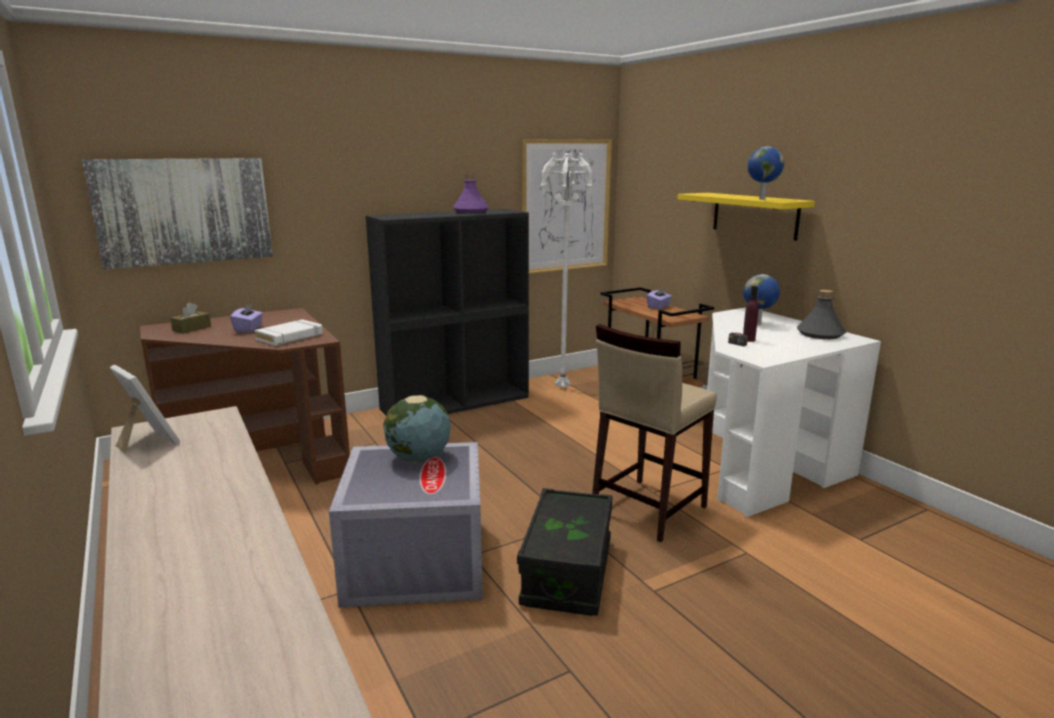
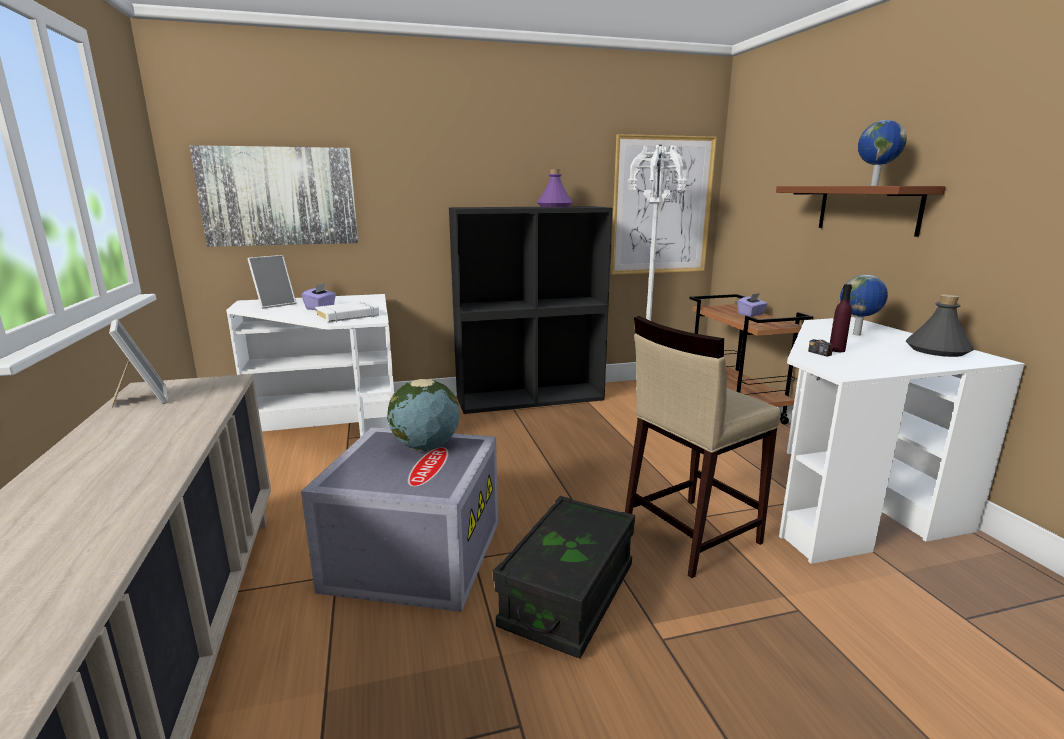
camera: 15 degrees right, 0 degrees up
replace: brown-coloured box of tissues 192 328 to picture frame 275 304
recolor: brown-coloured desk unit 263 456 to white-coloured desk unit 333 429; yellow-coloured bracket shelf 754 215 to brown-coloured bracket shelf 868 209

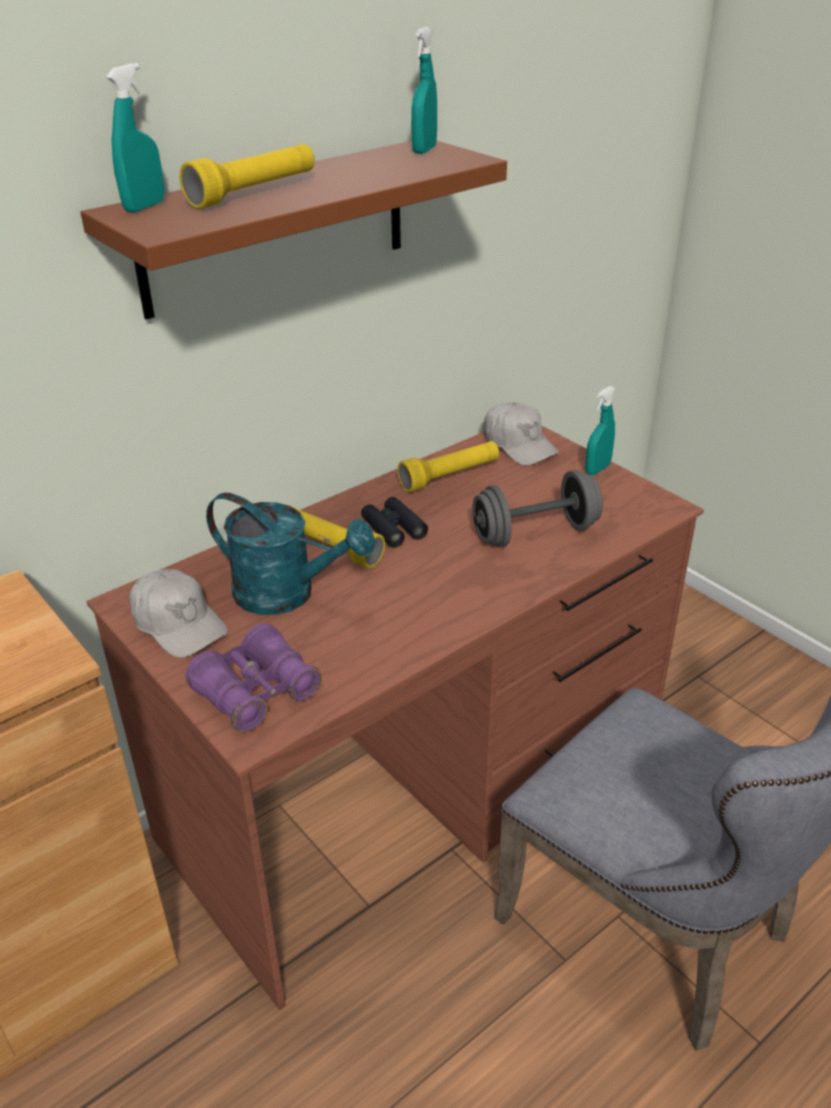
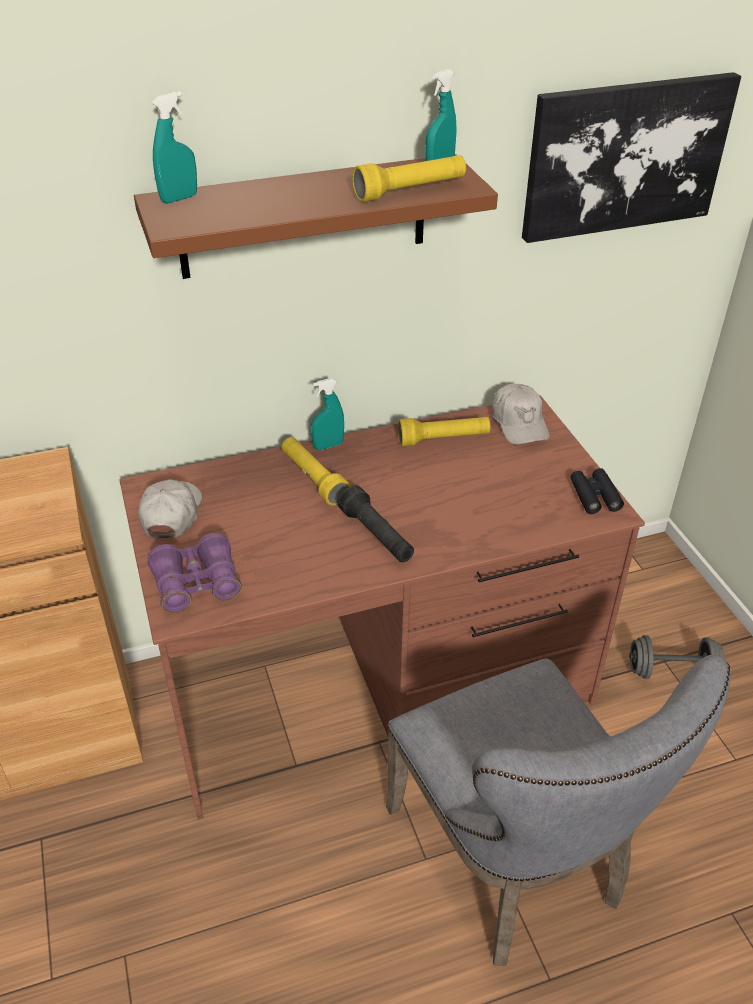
camera: 20 degrees right, 5 degrees up
delete: turquoise watering can 288 594
insert: black-coloured torch 377 536; wall picture 625 156
move: yellow-coloured torch 254 193 to 410 191; black-coloured field glasses 393 528 to 594 496; grey hand weight 535 533 to 671 671; turquoise spray bottle 597 469 to 328 446
rotate: white-coloured peaked cap 178 624 = 171 514 150 degrees counterclockwise

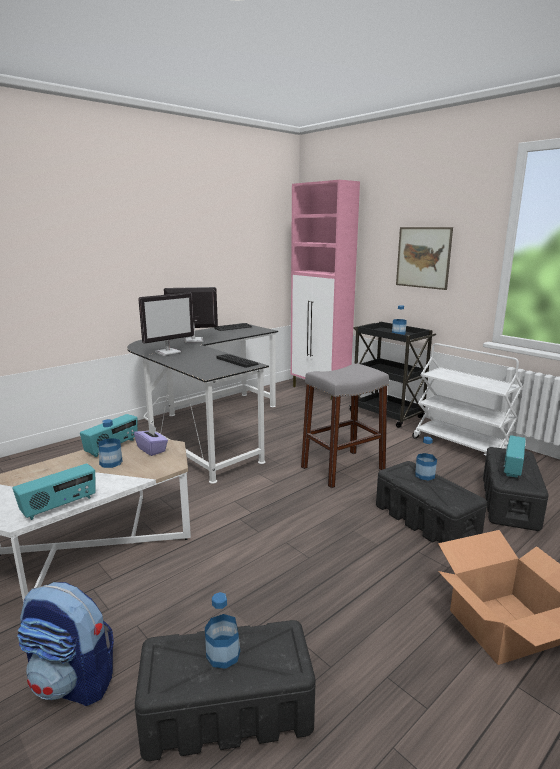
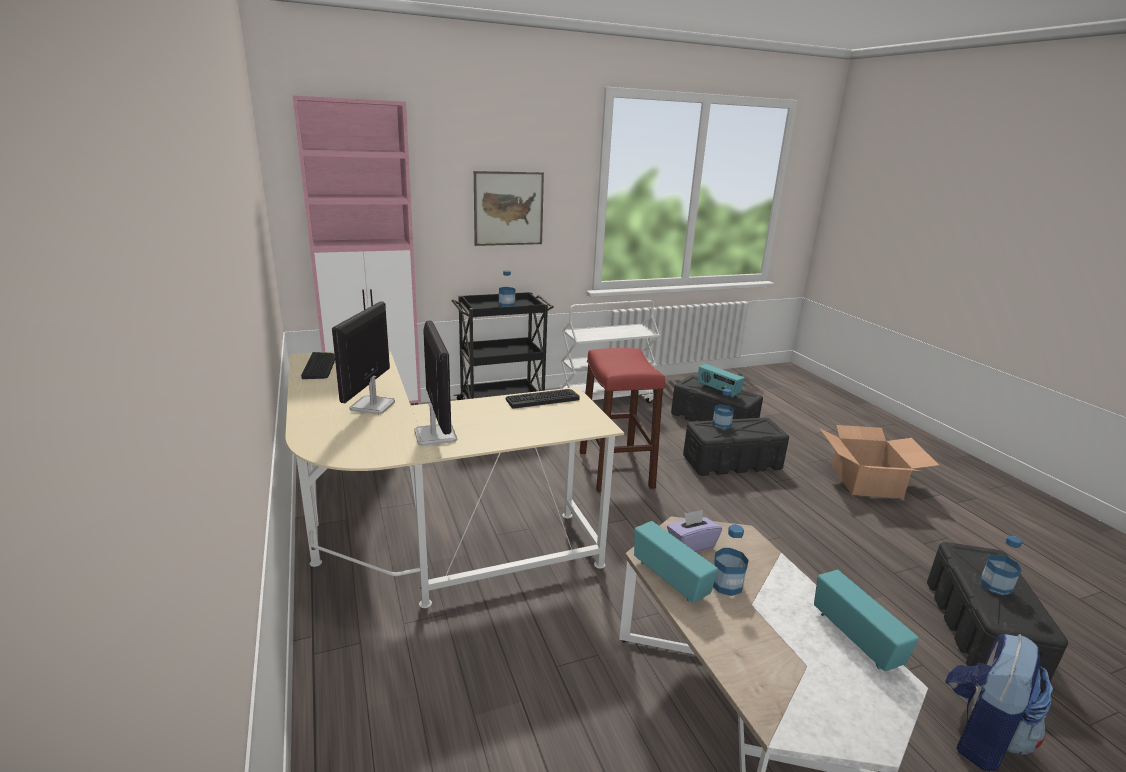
camera: 70 degrees left, 5 degrees up
recolor: black-coloured desk unit 207 429 to beige desk unit 419 536; grey stool seat 342 468 to reddish stool seat 615 469

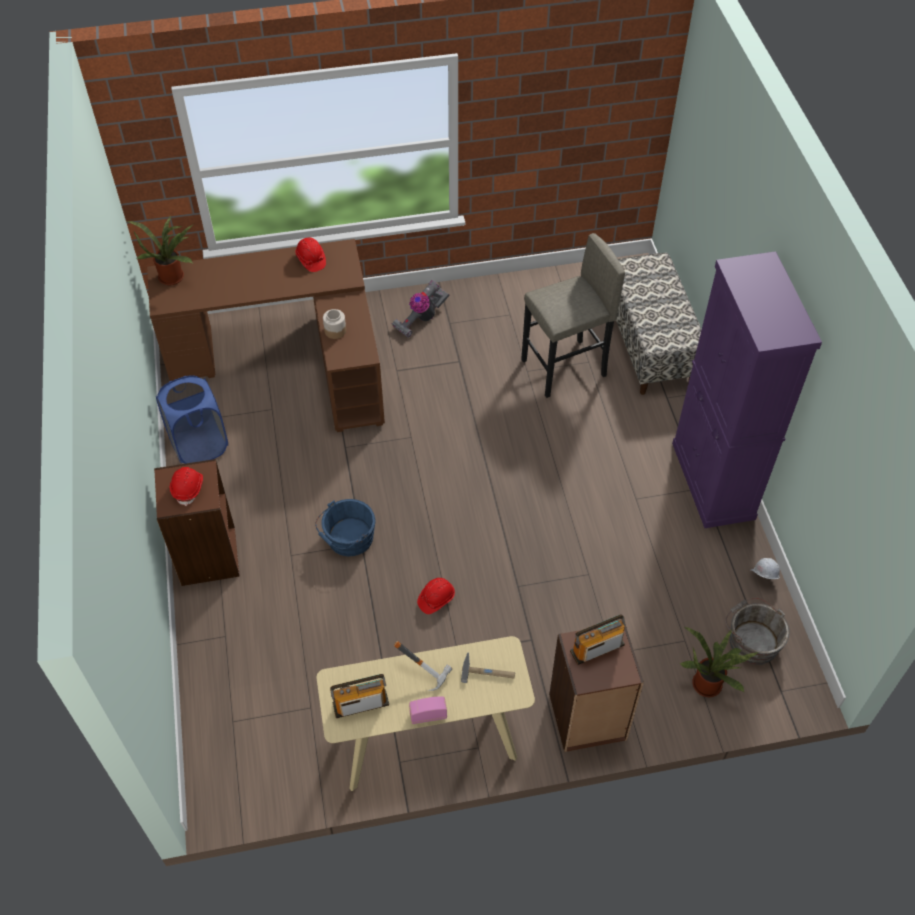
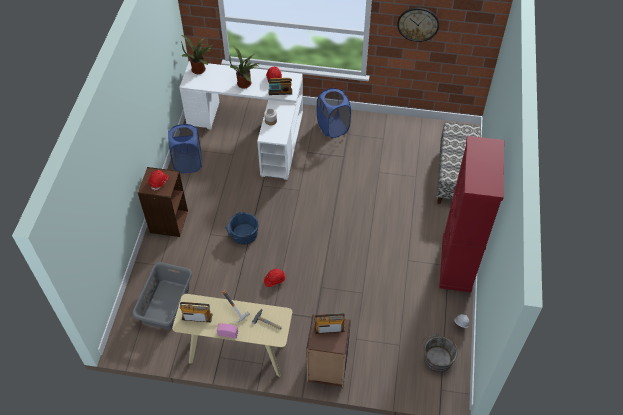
camera: 20 degrees right, 0 degrees up
delete: grey stool seat 564 368
insert: grey laundry basket 165 304; radio set 280 92; hanging clock 418 24
move: plant in a pot 708 682 to 245 83
replace: hoover 421 319 to blue laundry basket 333 127
recolor: brown-coloured desk unit 291 359 to white-coloured desk unit 254 130; purple-coloured storage cabinet 713 481 to reddish storage cabinet 456 263

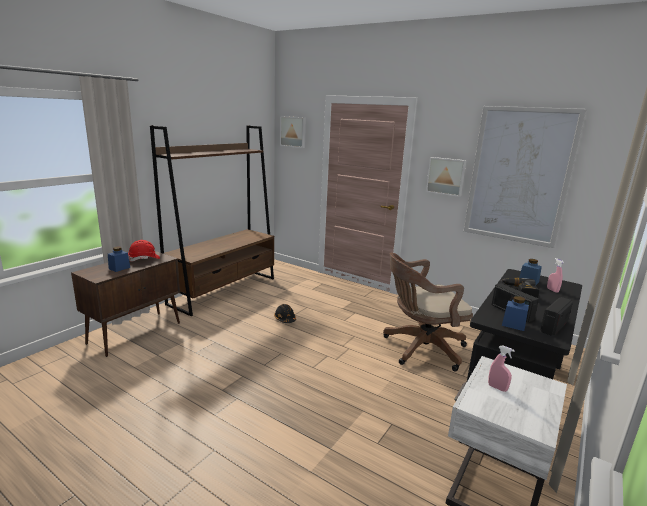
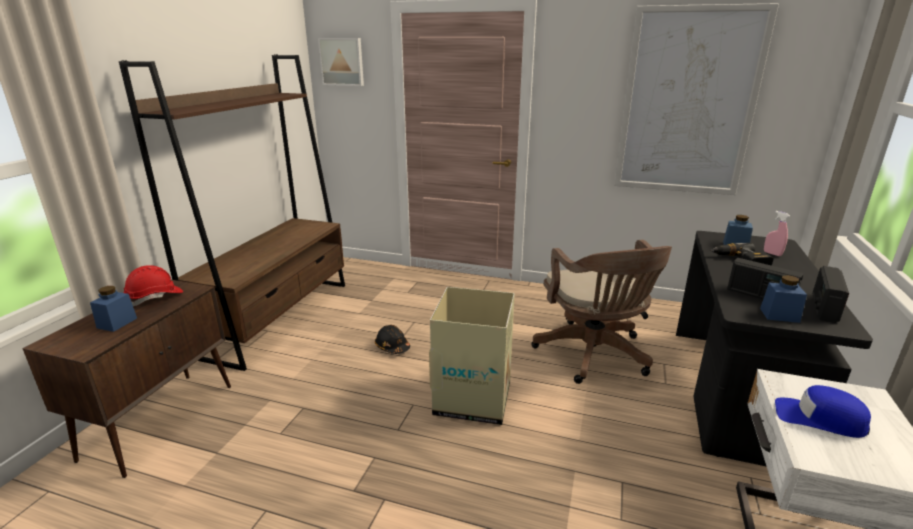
camera: 15 degrees left, 5 degrees up
delete: wall picture 446 176
insert: packing box 473 398
replace: pink-coloured spray bottle 497 388 to blue peaked cap 819 418
rotate: brown-coloured computer chair 420 349 = 594 355 75 degrees counterclockwise

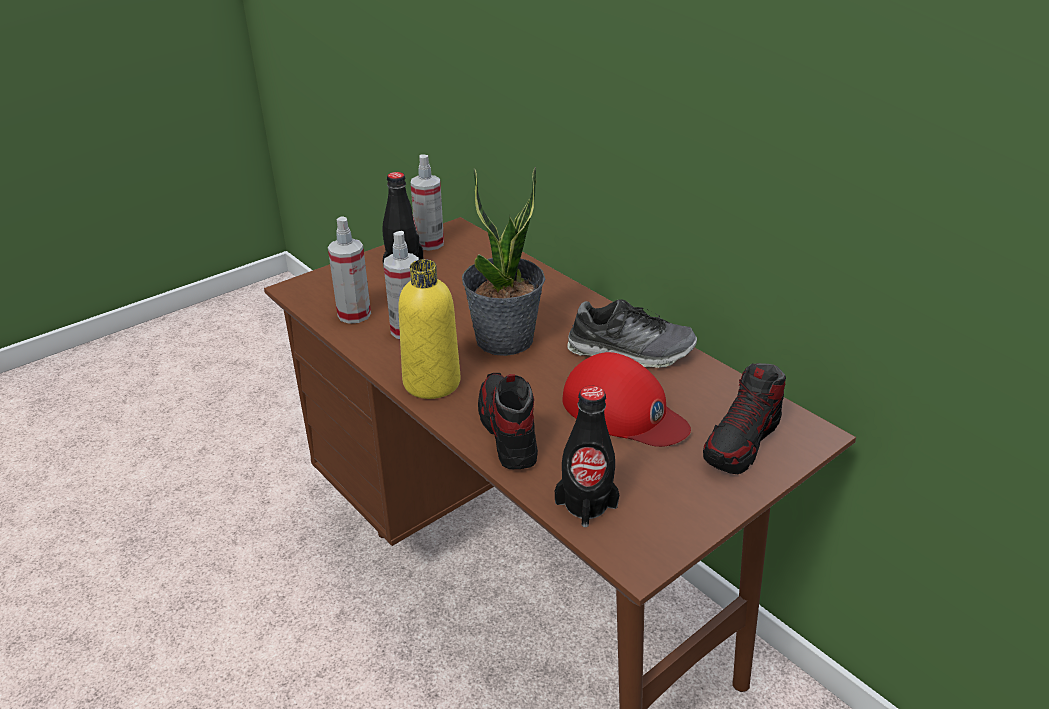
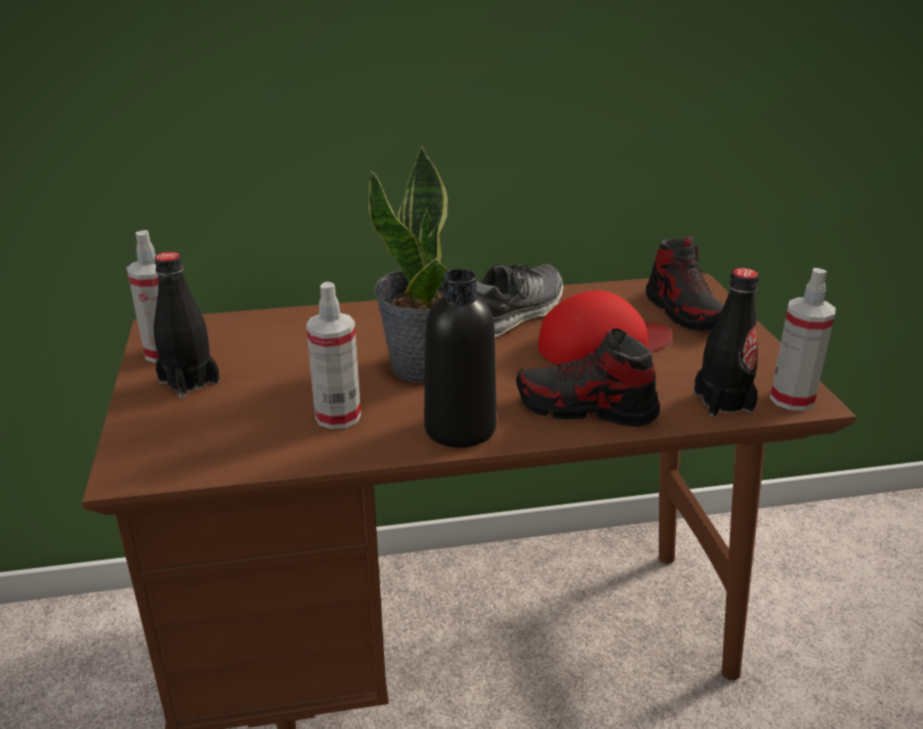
camera: 60 degrees left, 5 degrees down
move: spray bottle 354 314 to 792 399
recolor: yellow-coloured bottle 431 382 to black-coloured bottle 460 428

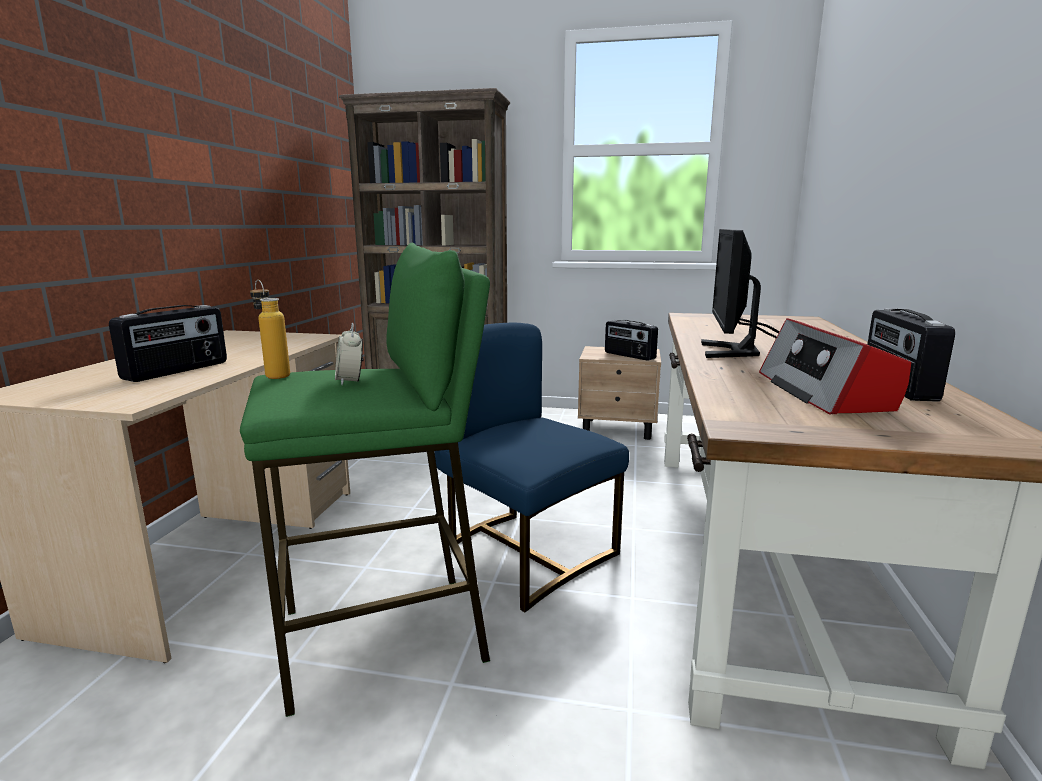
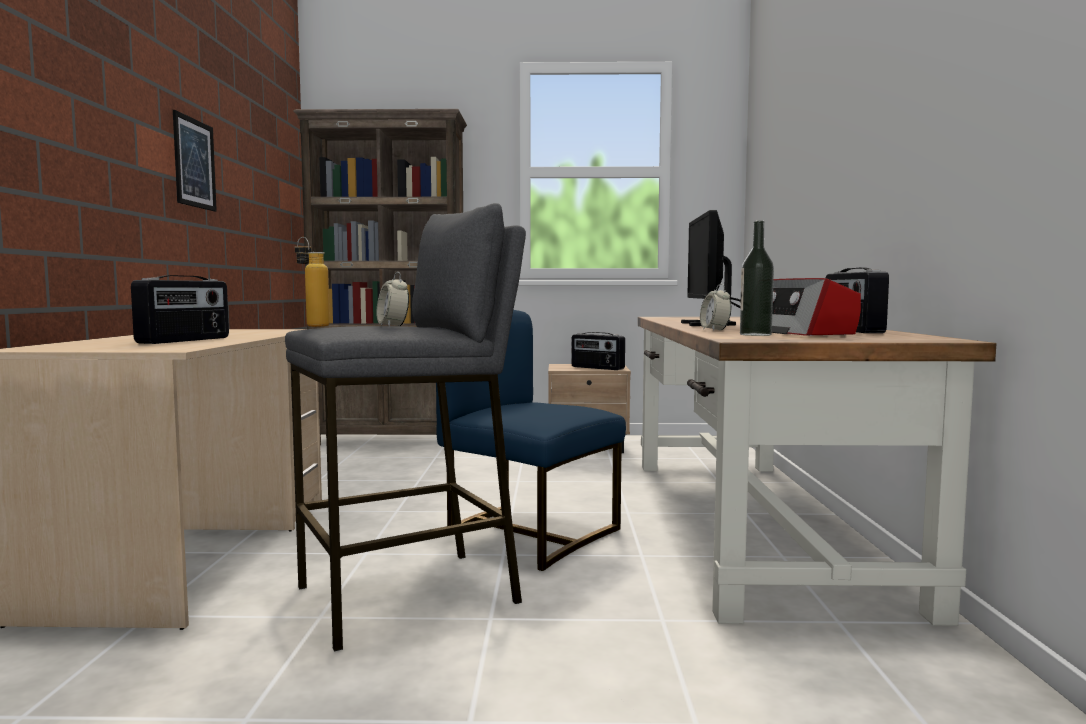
camera: 10 degrees left, 10 degrees down
insert: wall picture 194 163; bedside clock 714 330; bottle 755 334
recolor: green stool seat 384 636 to grey stool seat 409 595

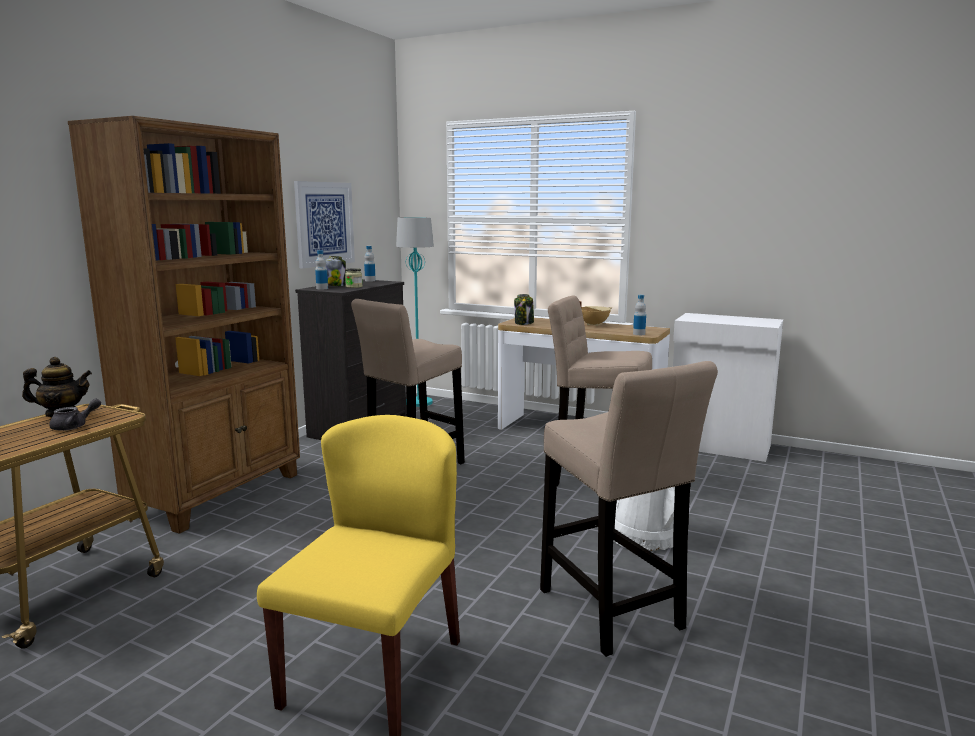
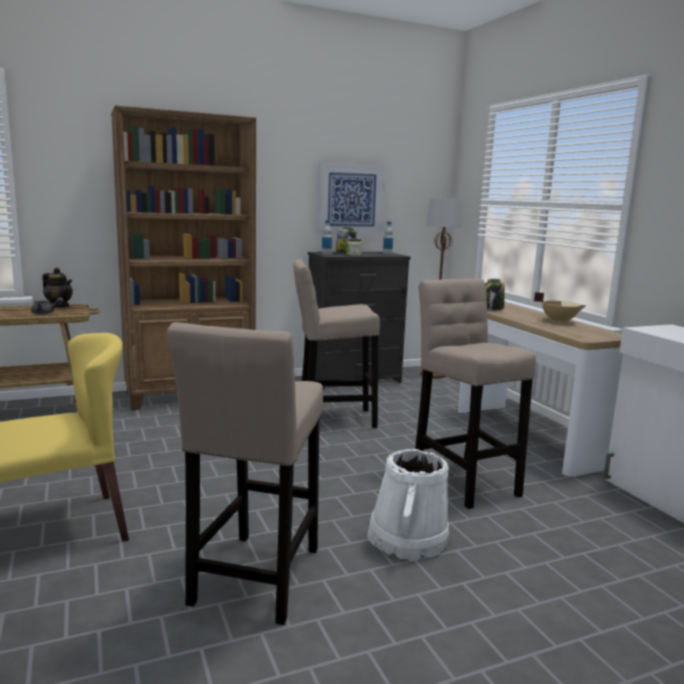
camera: 40 degrees right, 0 degrees up
delete: bottle 639 334
recolor: turquoise standing lamp 418 402 to brown-coloured standing lamp 433 374

